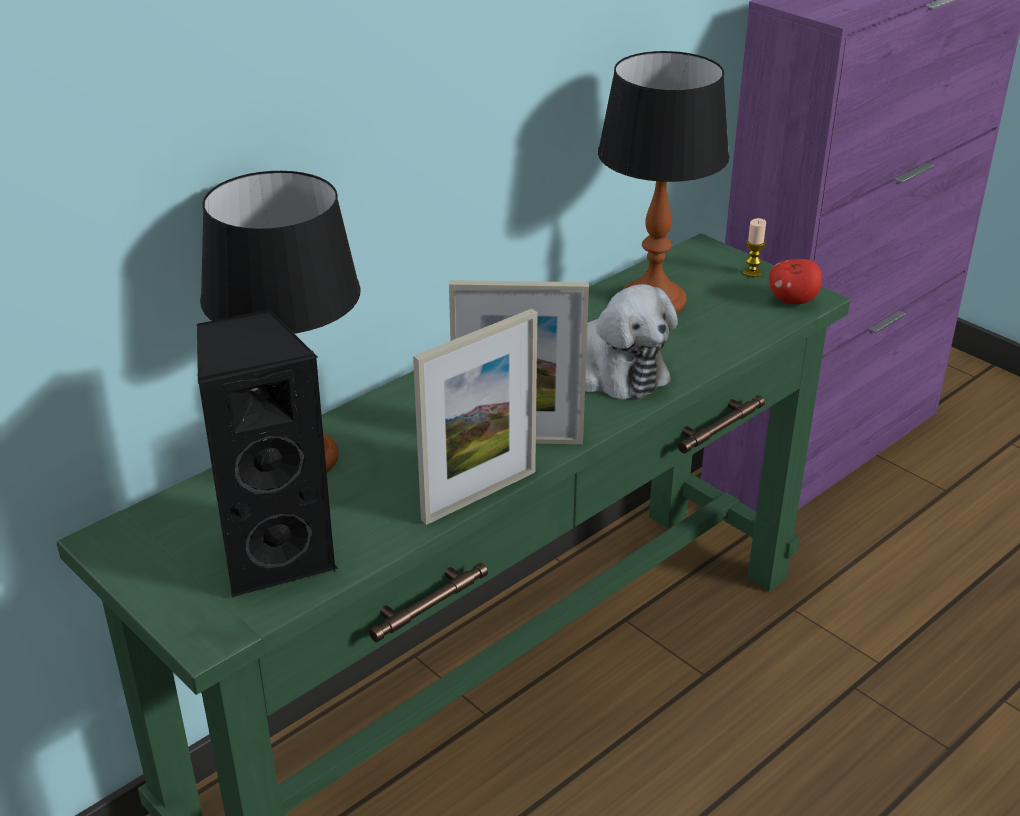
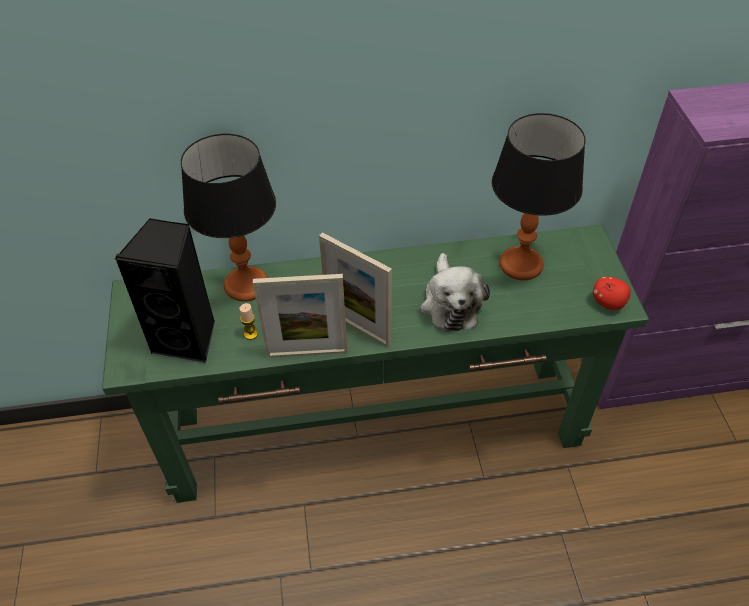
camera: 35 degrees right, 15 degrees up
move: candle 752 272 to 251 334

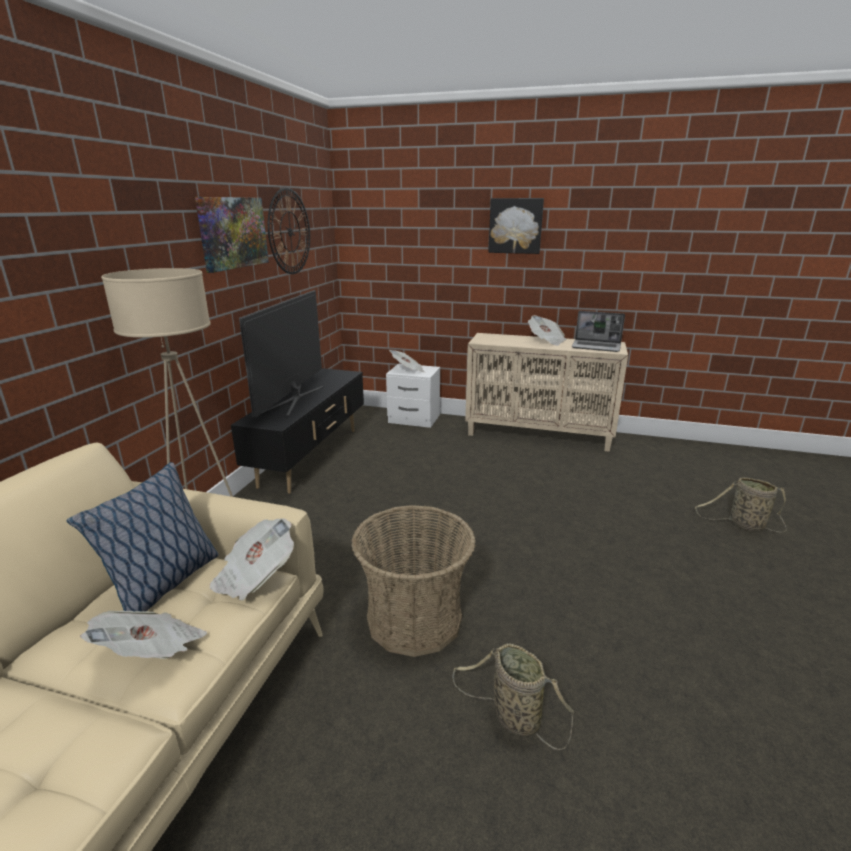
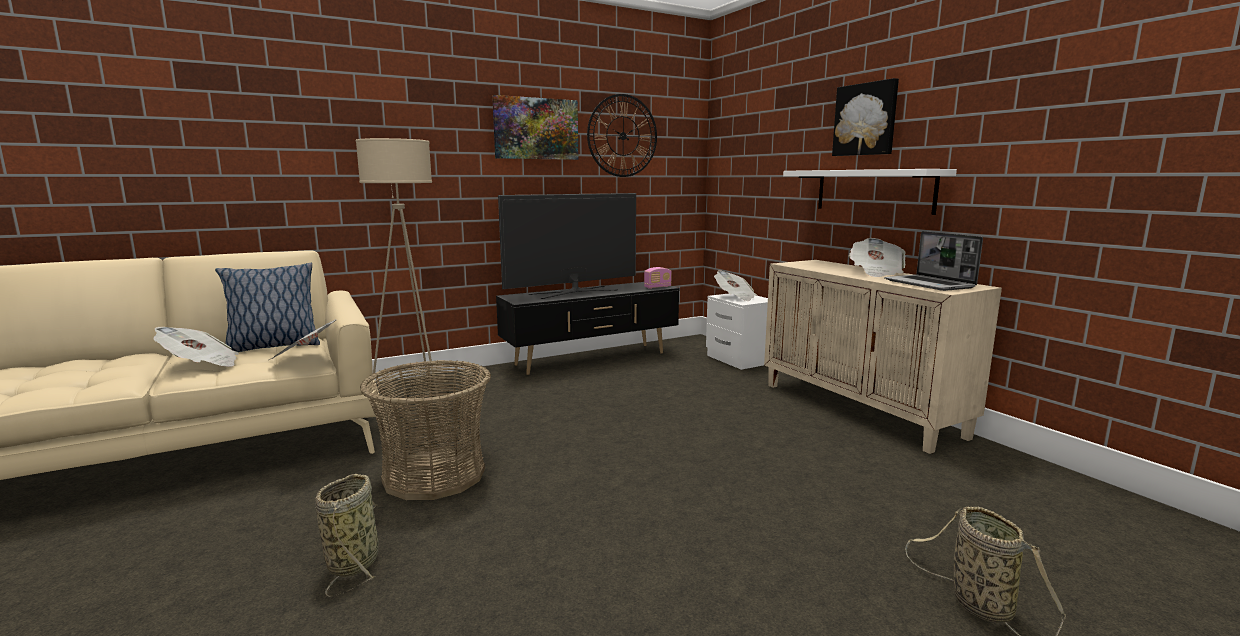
camera: 45 degrees right, 10 degrees down
insert: radio set 657 287; white-coloured bracket shelf 873 190

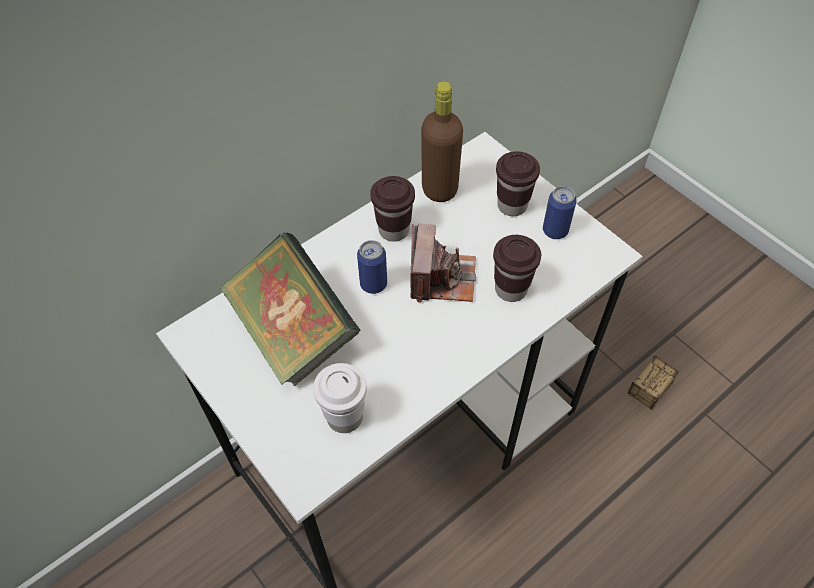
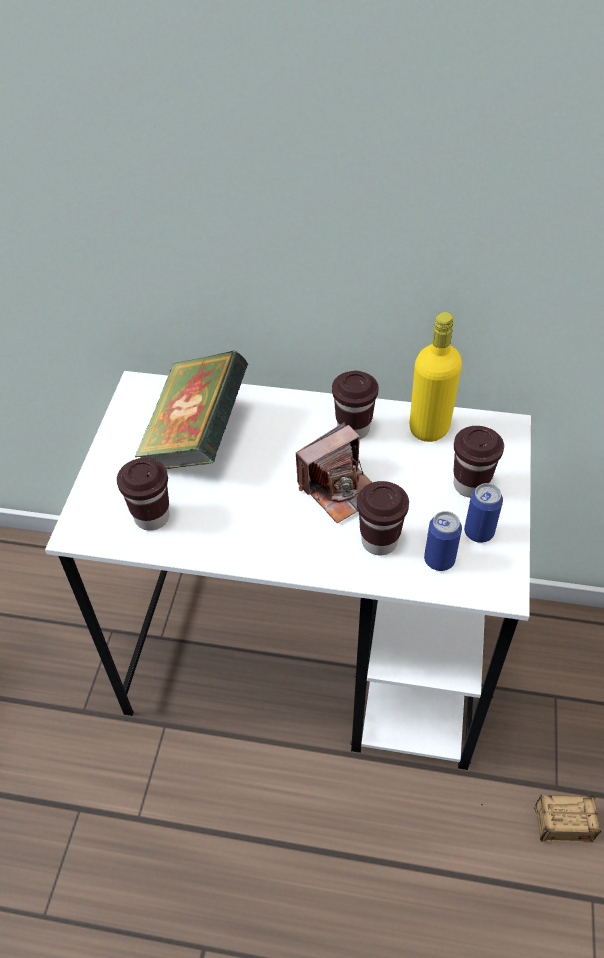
camera: 50 degrees right, 5 degrees down
move: can 373 284 to 439 560
recolor: white-coloured small cup 345 417 to brown-coloured small cup 152 517; brown-coloured bottle 439 189 to yellow-coloured bottle 429 428

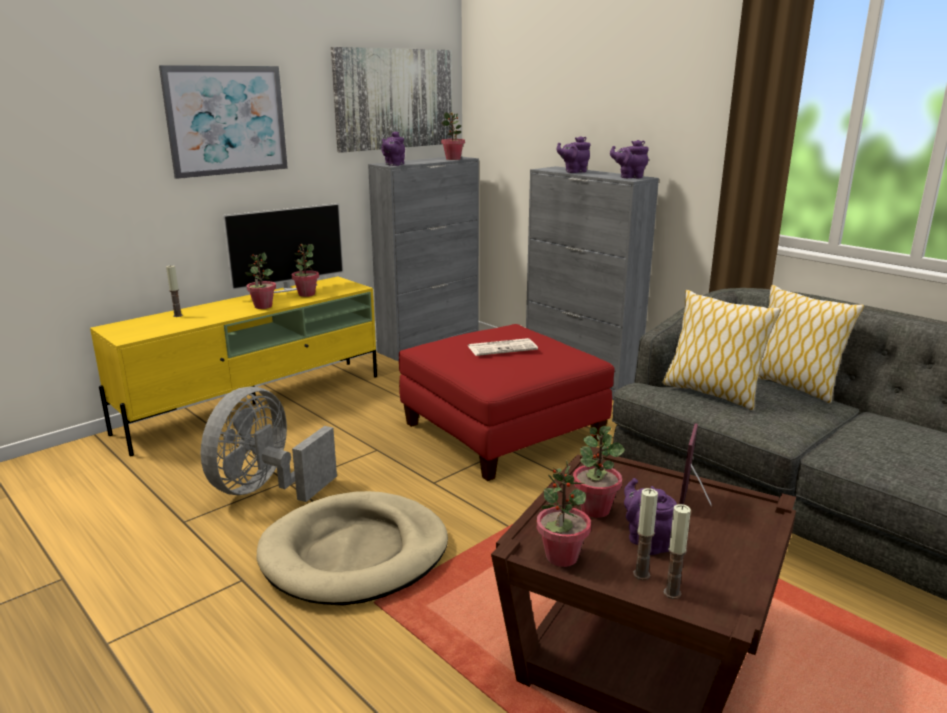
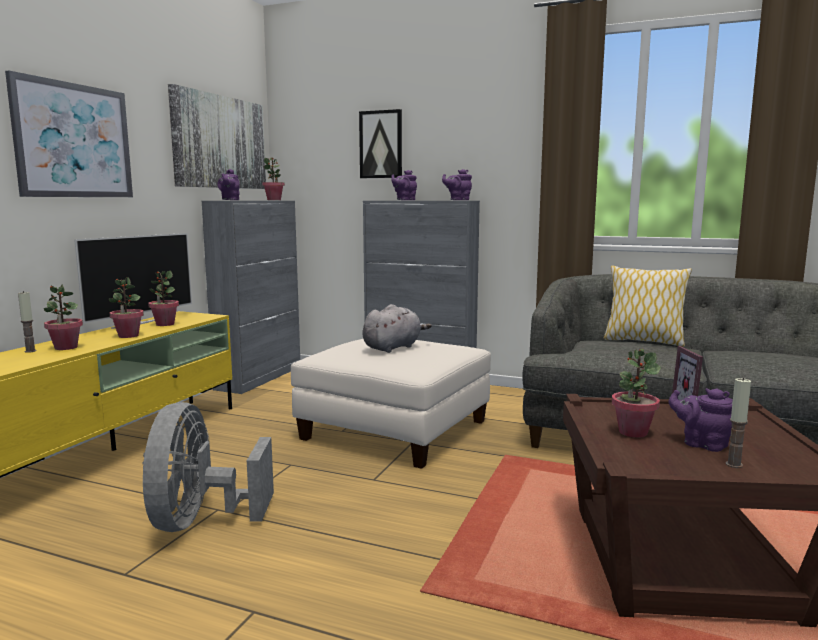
camera: 25 degrees left, 10 degrees down
delete: beige dog bed 355 553; pillow 711 393; candle 672 593
insert: wall picture 381 144
move: plant in a pot 561 557 to 65 347
replace: printed paper 503 348 to grey cuddly toy 393 347
recolor: reddish pouffe 502 431 to white-coloured pouffe 394 430

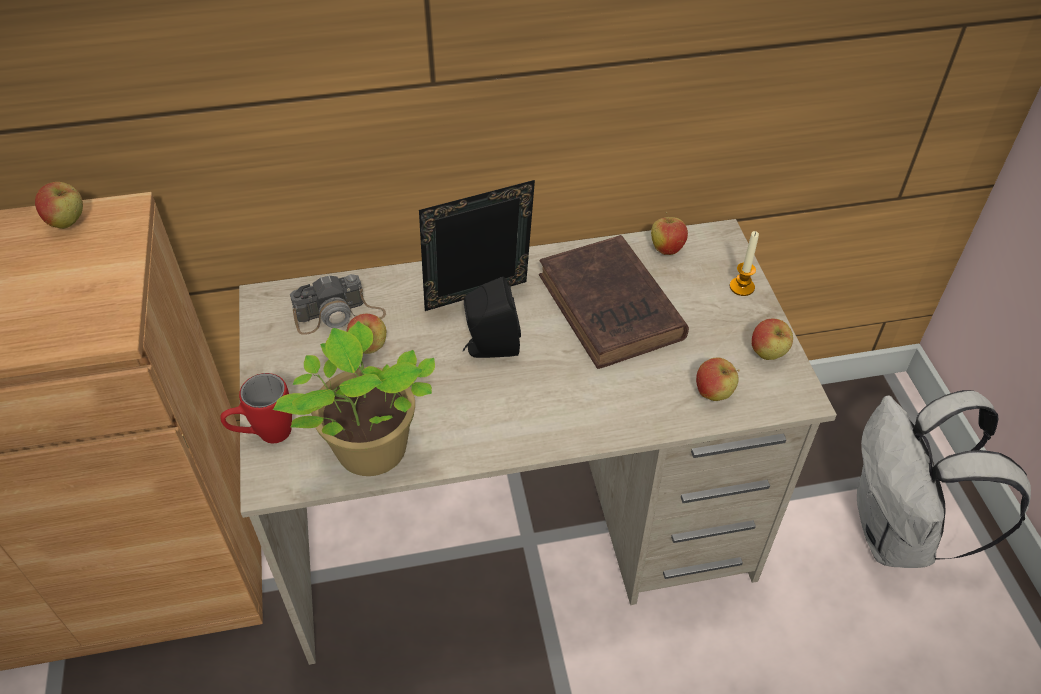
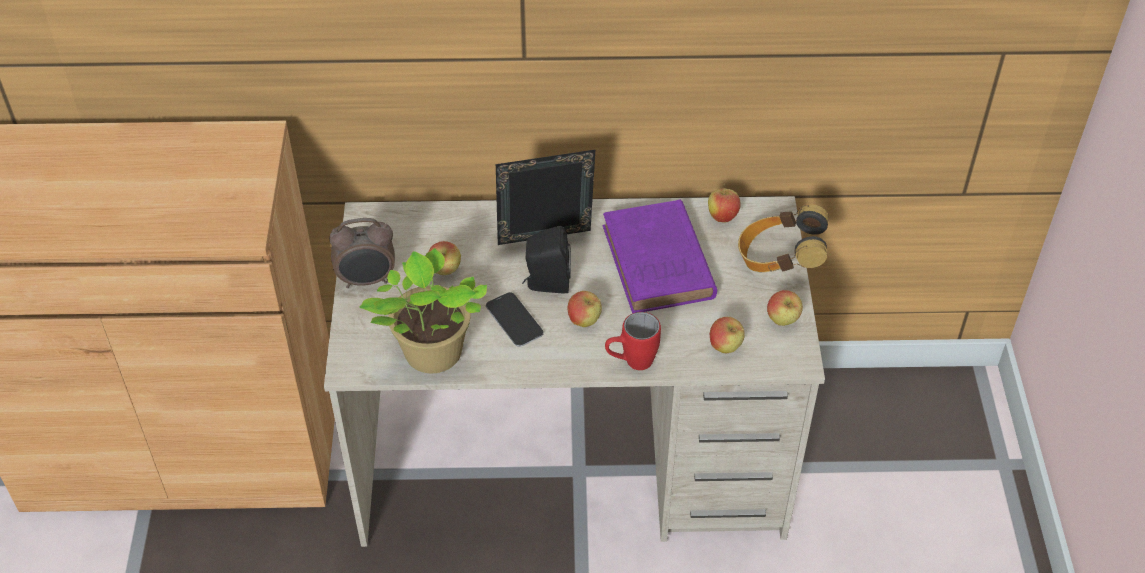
camera: 10 degrees right, 0 degrees up
delete: photo camera 339 315; white-coloured knapsack 897 534
insert: bedside clock 367 280; handset 514 320
move: apple 68 223 to 584 321; reddish tea mug 264 435 to 631 362
replace: candle 742 287 to pair of headphones 779 259
recolor: brown-coloured book 612 310 to purple-coloured book 659 265

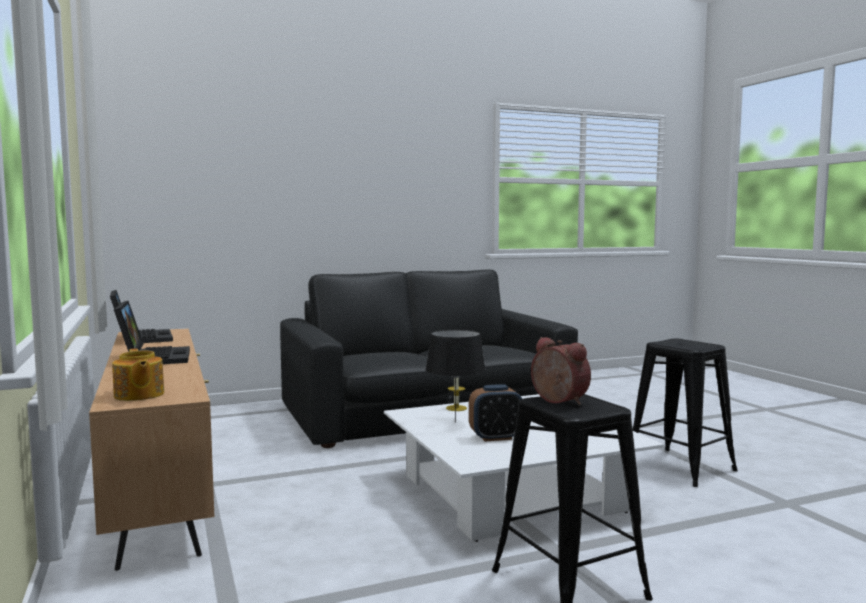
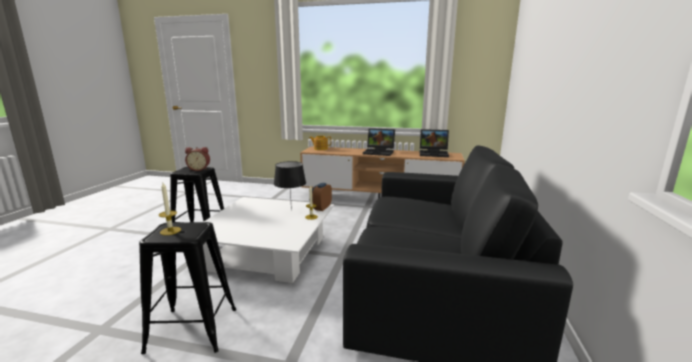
camera: 125 degrees right, 10 degrees up
insert: candle 170 231
move: bedside clock 495 437 to 321 208

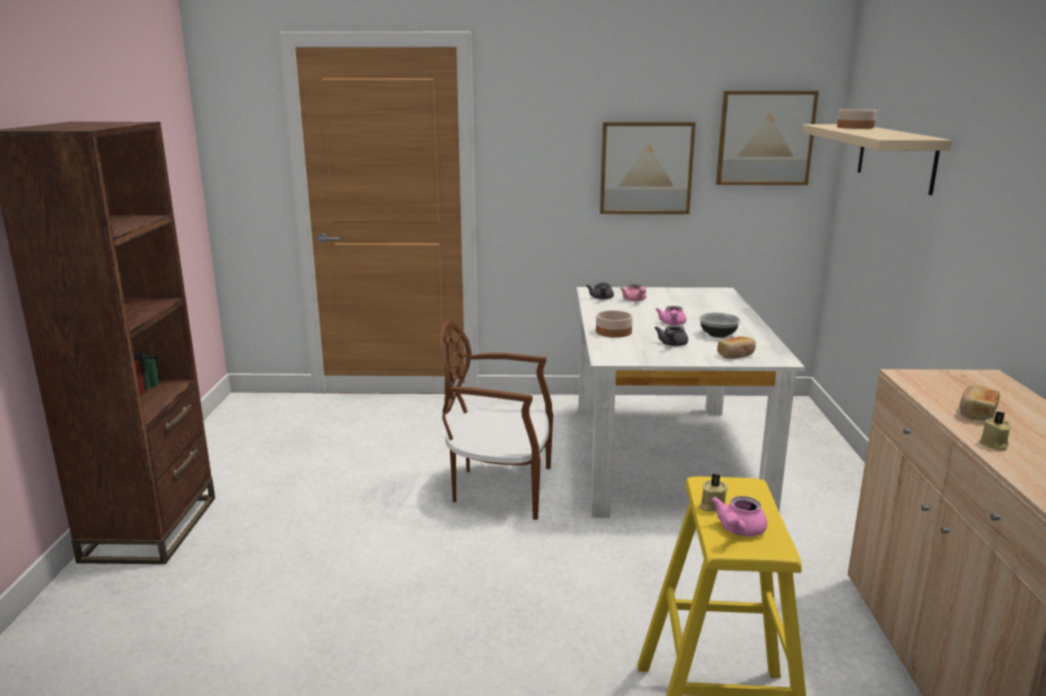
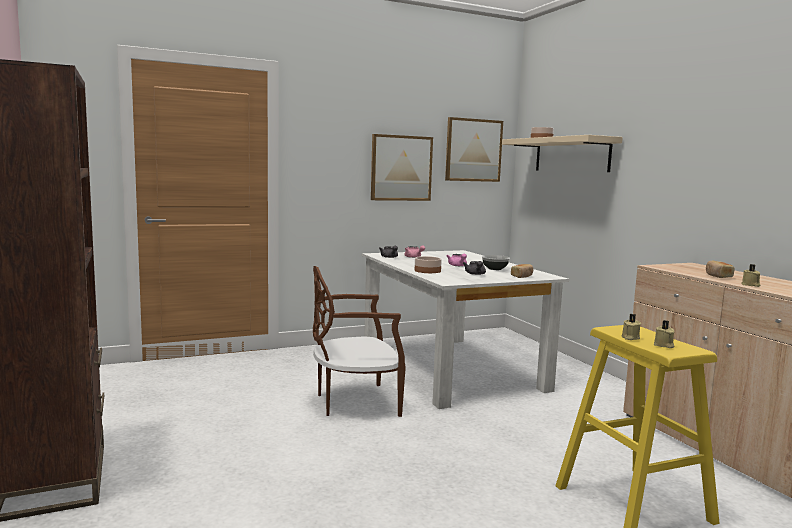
camera: 25 degrees left, 10 degrees down
replace: pink-coloured pot for tea 738 530 to beige candle 663 345

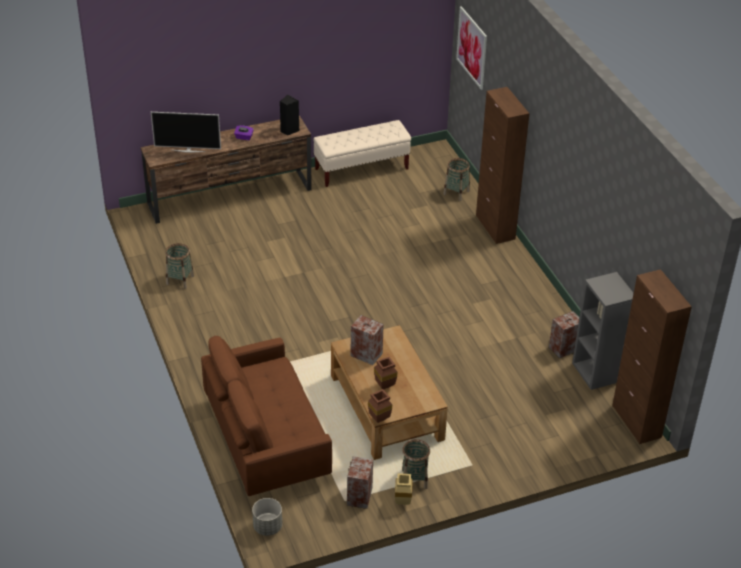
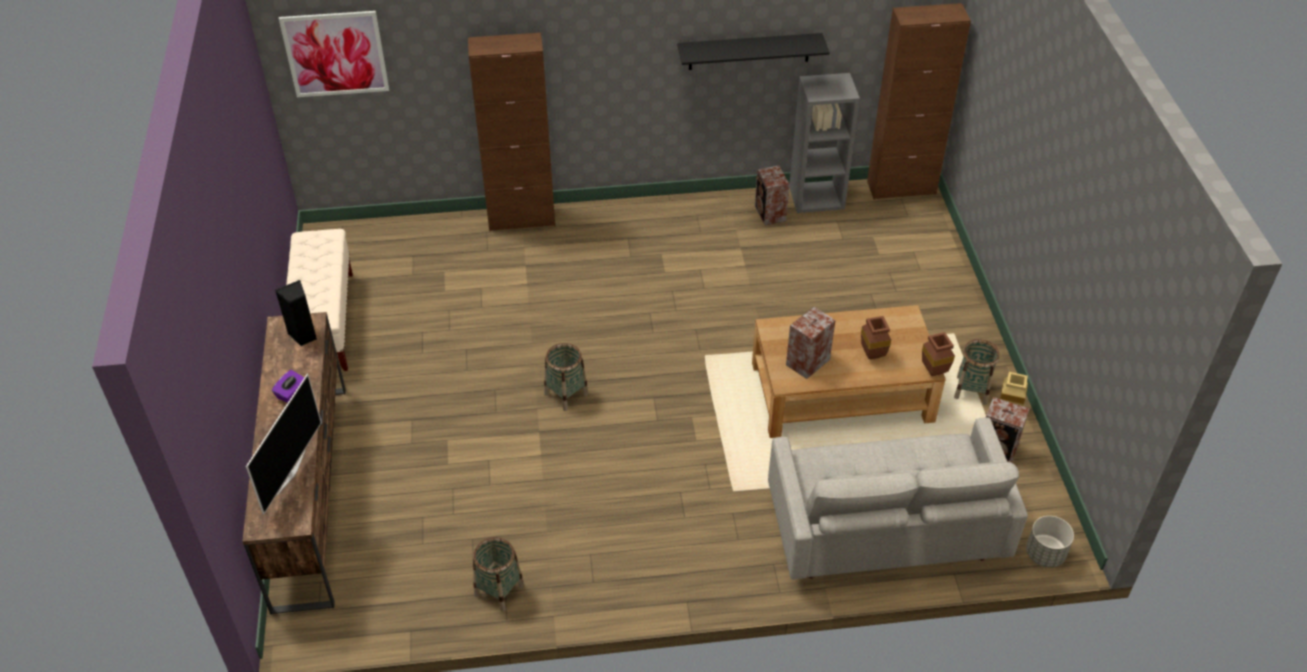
camera: 75 degrees left, 5 degrees up
insert: black-coloured bracket shelf 749 51
move: household basket 456 193 to 566 394
recolor: brown-coloured settee 266 440 to grey settee 884 531

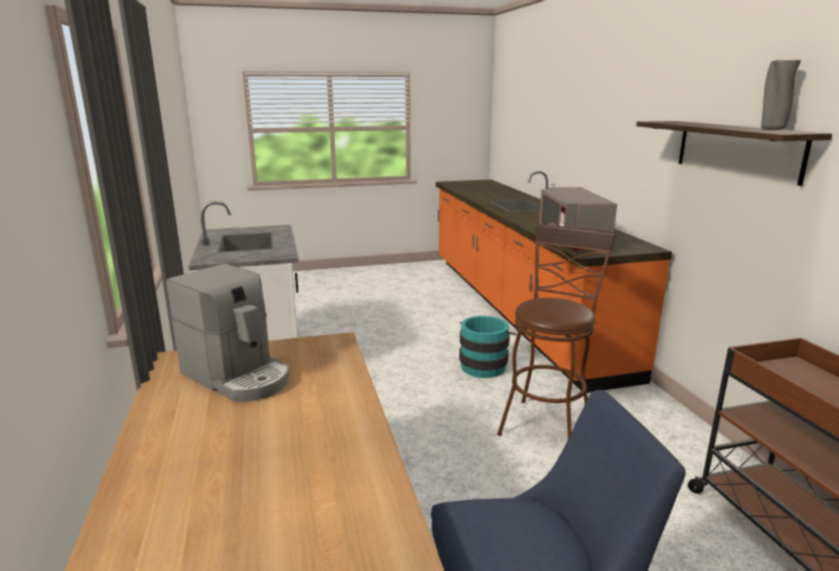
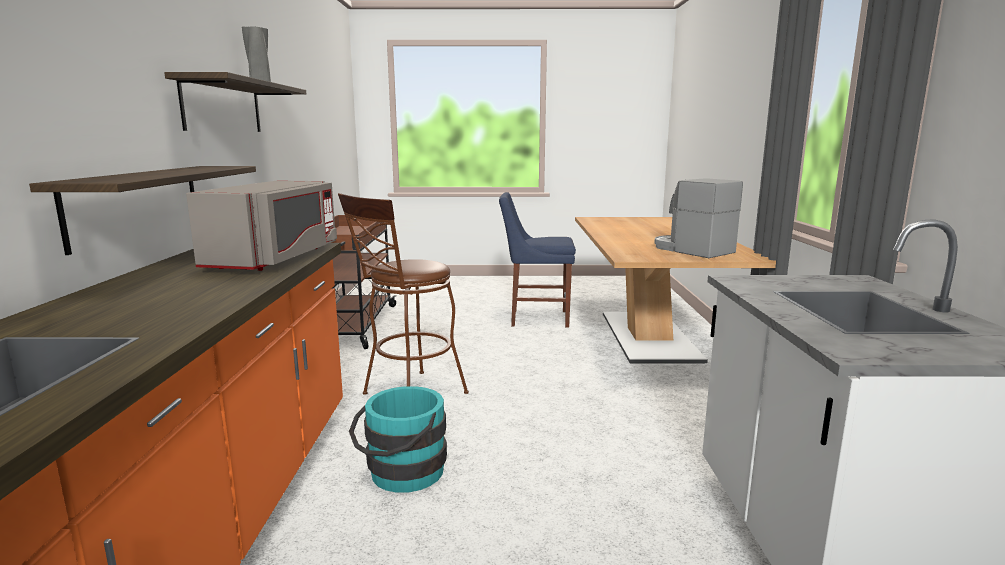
camera: 165 degrees left, 5 degrees down
insert: bracket shelf 137 203

